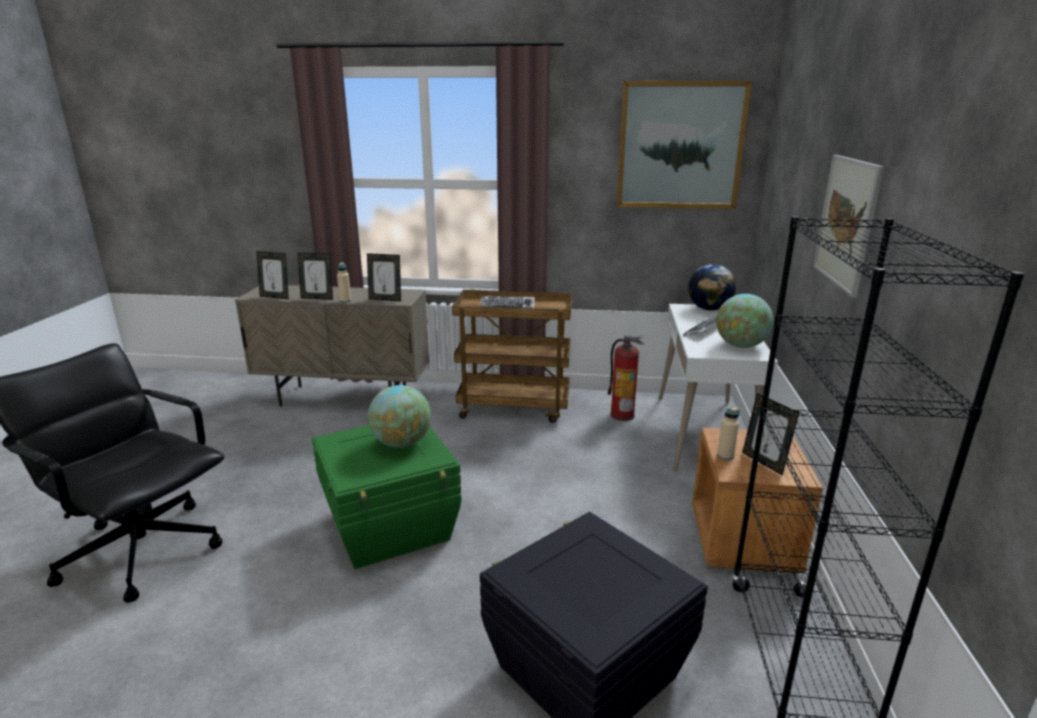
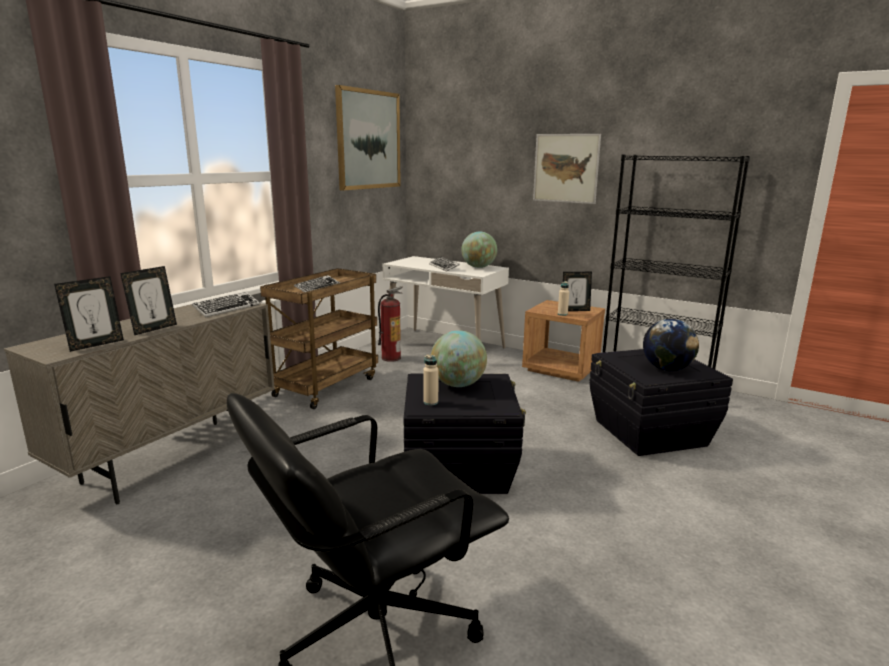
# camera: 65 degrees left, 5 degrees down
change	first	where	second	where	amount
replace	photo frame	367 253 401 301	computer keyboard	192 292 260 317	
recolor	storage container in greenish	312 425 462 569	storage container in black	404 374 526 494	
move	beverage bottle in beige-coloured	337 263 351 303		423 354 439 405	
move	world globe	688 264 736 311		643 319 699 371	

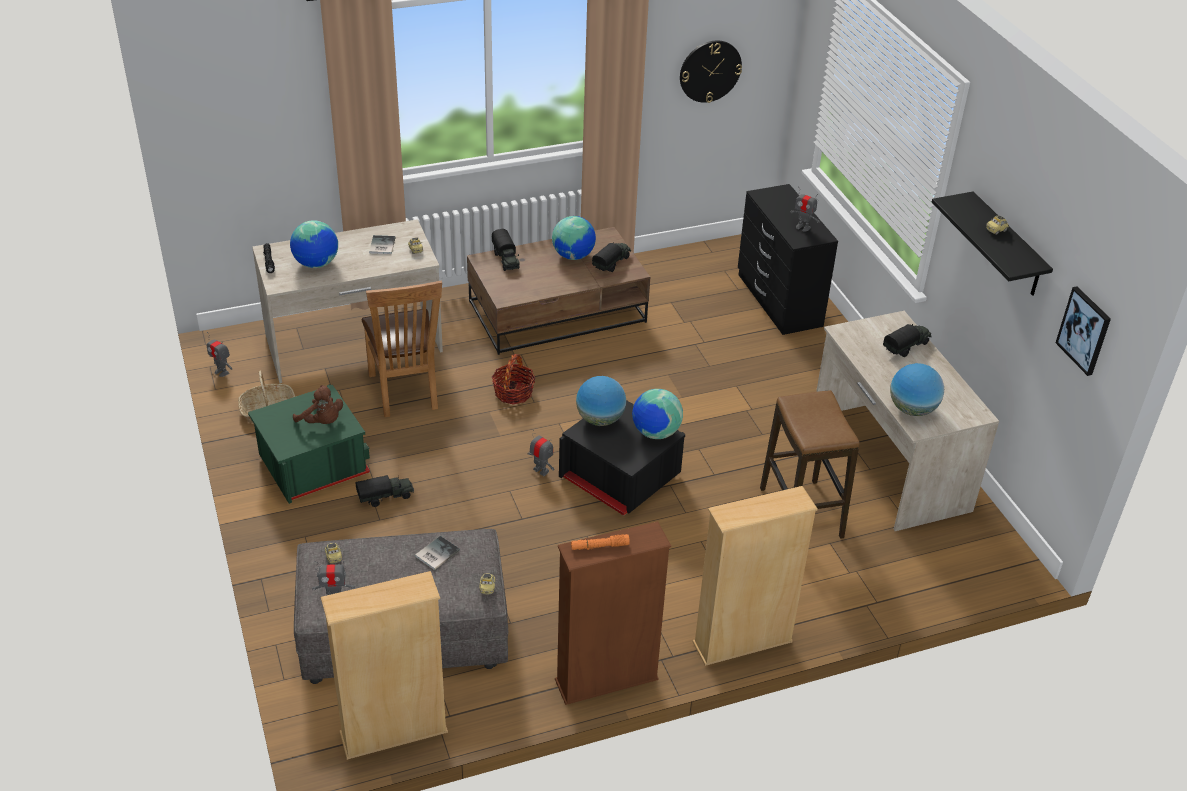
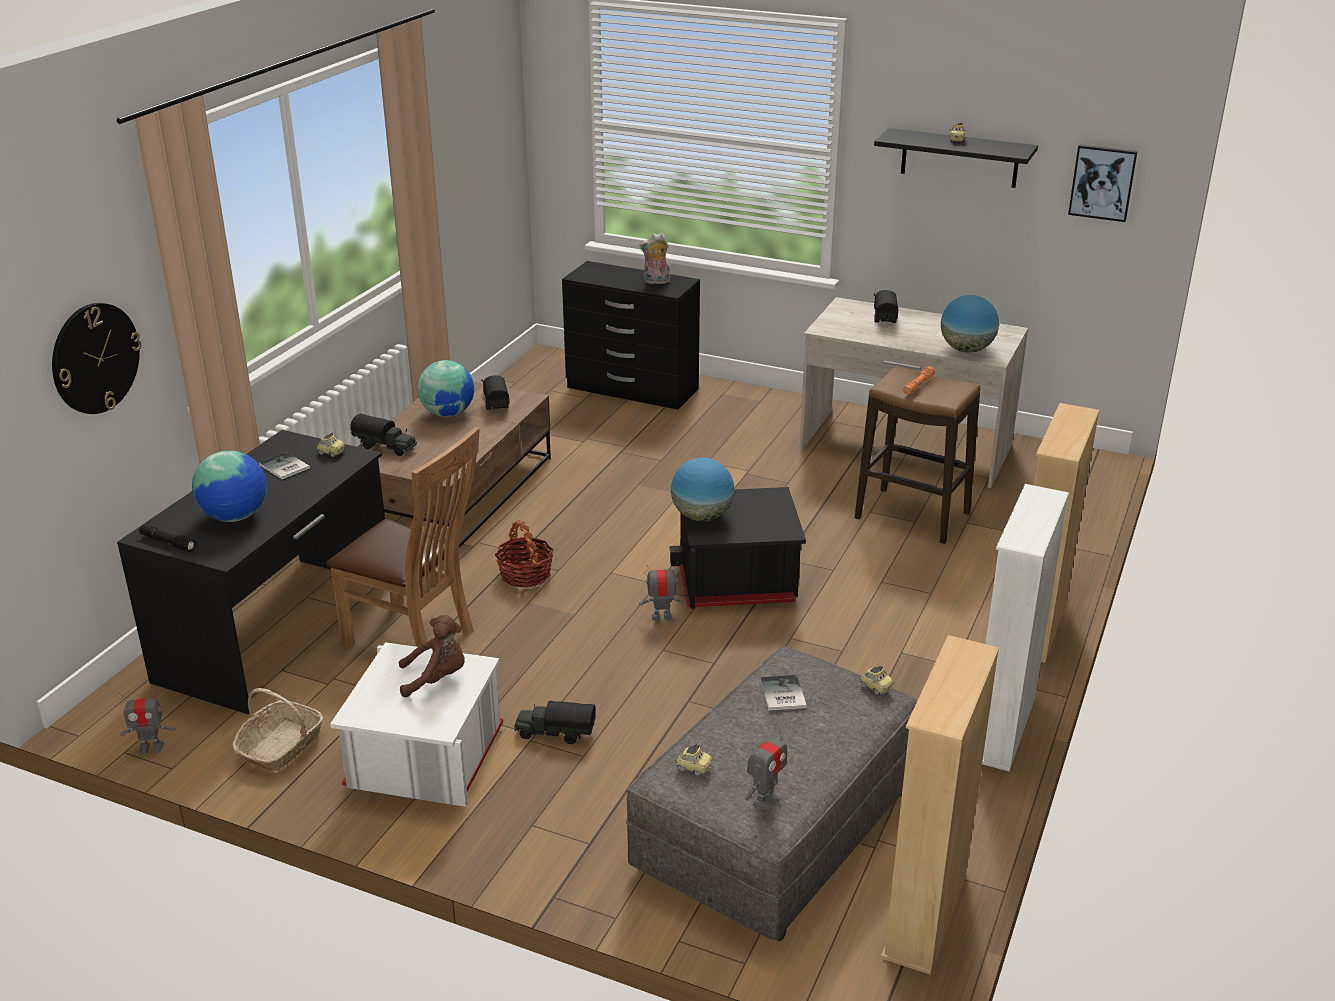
# camera: 45 degrees left, 10 degrees down
change	first	where	second	where	amount
move	wall clock	680 40 742 103		52 303 141 414	
recolor	desk unit in beige-coloured	252 219 443 383	desk unit in black	117 430 385 715	
recolor	storage container in greenish	248 384 370 504	storage container in white-coloured	330 642 503 807	
rotate	toy lorry	356 475 414 507		514 701 596 744	105 degrees counterclockwise
replace	robot figure	790 186 820 231	plush toy	639 233 670 284	
move	flashlight in orange	571 534 630 550		903 366 935 395	
recolor	shelving unit in brownish	555 521 671 705	shelving unit in white-coloured	982 484 1069 772	
delete	world globe	632 389 683 439			

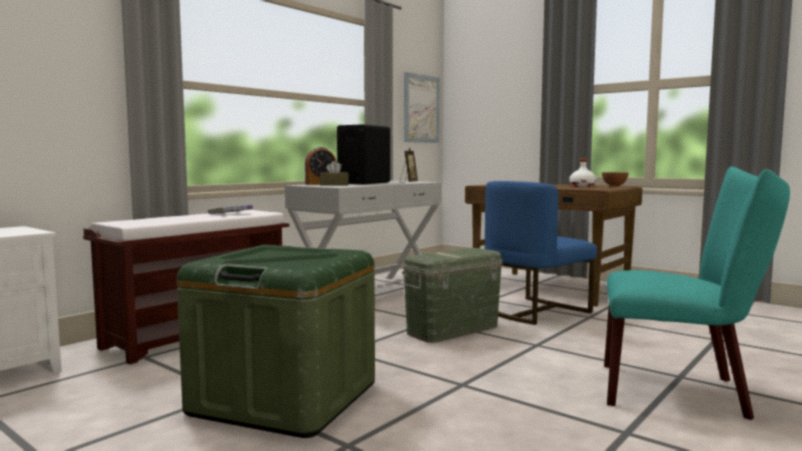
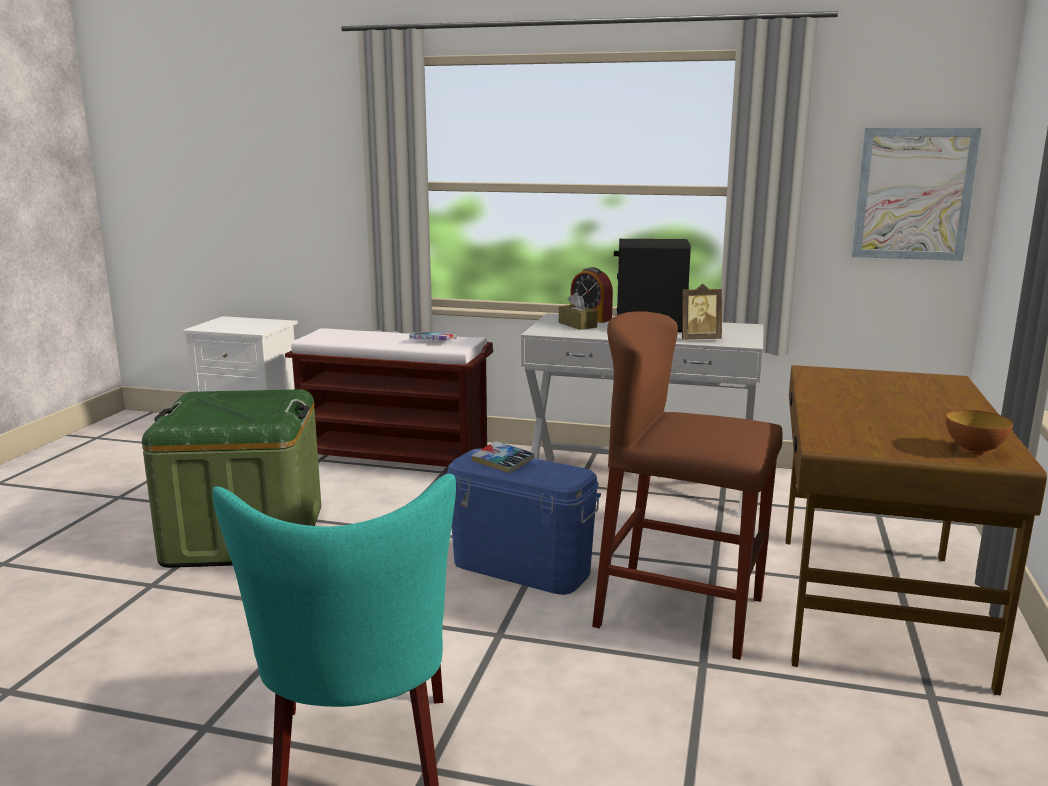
# camera: 65 degrees right, 10 degrees up
change	first	where	second	where	amount
recolor	storage container in greenish	402 248 502 342	storage container in bluish	446 449 601 595	
insert			book	471 441 535 473	
replace	upright chair in bluish	485 181 597 325	stool in brownish	592 311 782 660	
delete	beverage bottle in white-coloured	569 158 597 187			

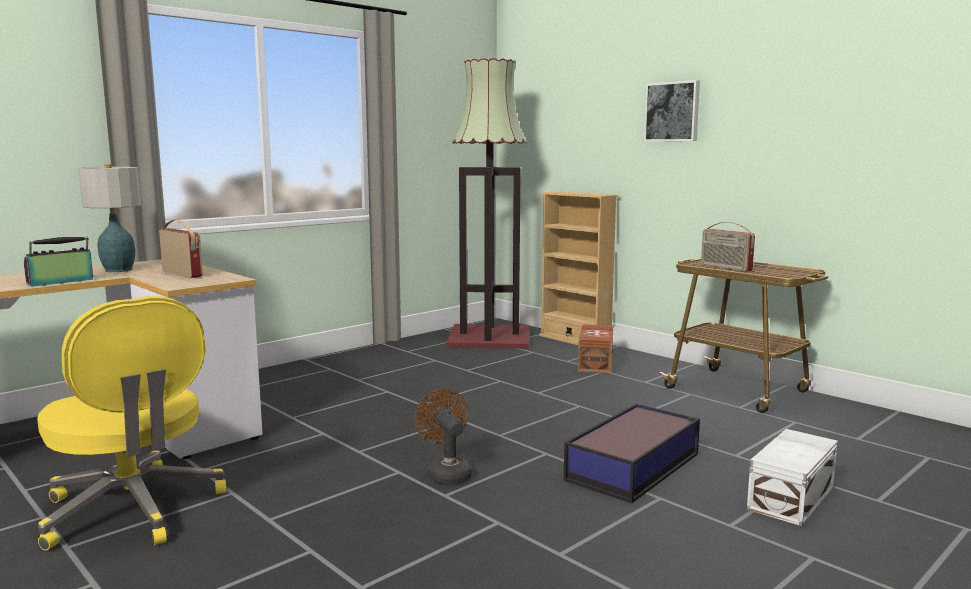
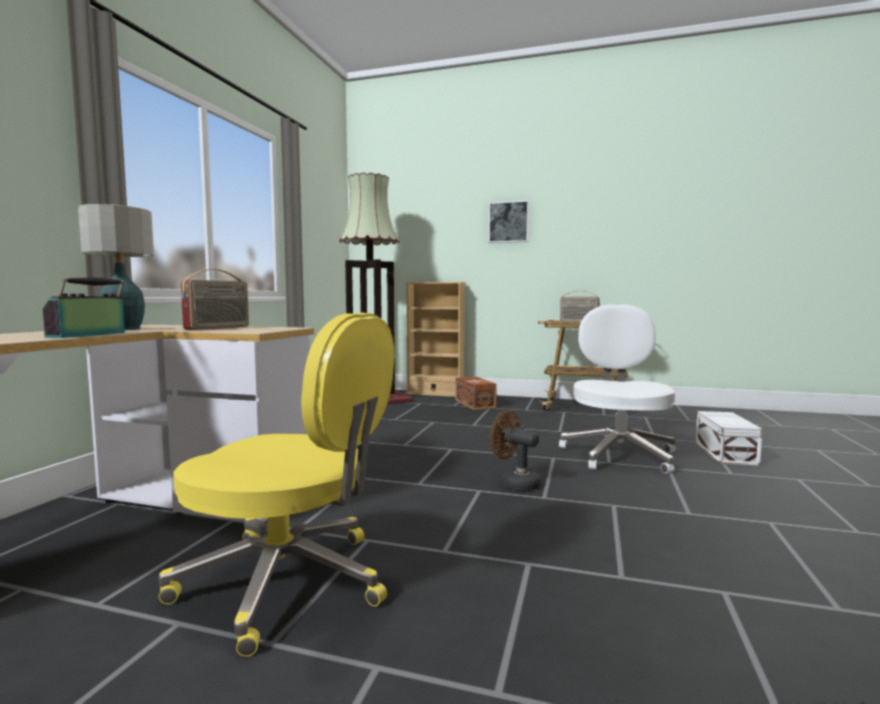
# camera: 30 degrees left, 5 degrees down
change	first	where	second	where	amount
rotate	radio receiver	159 220 203 278		181 269 249 330	105 degrees clockwise
replace	storage container	563 404 700 503	desk chair in white-coloured	559 305 676 473	

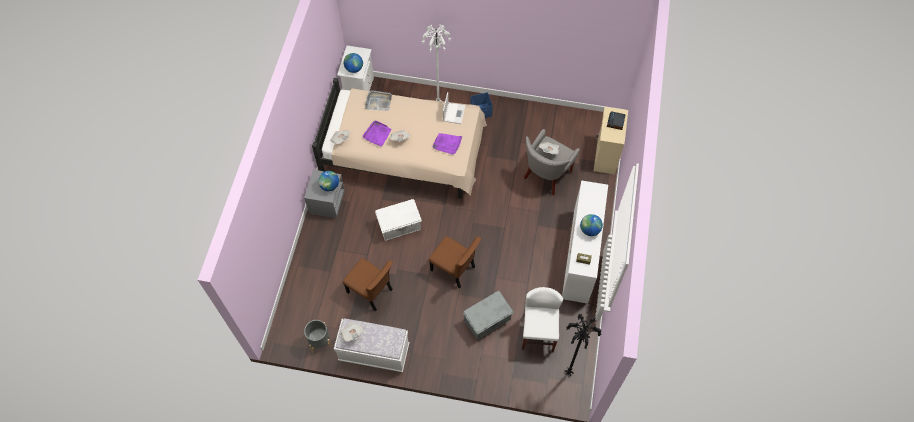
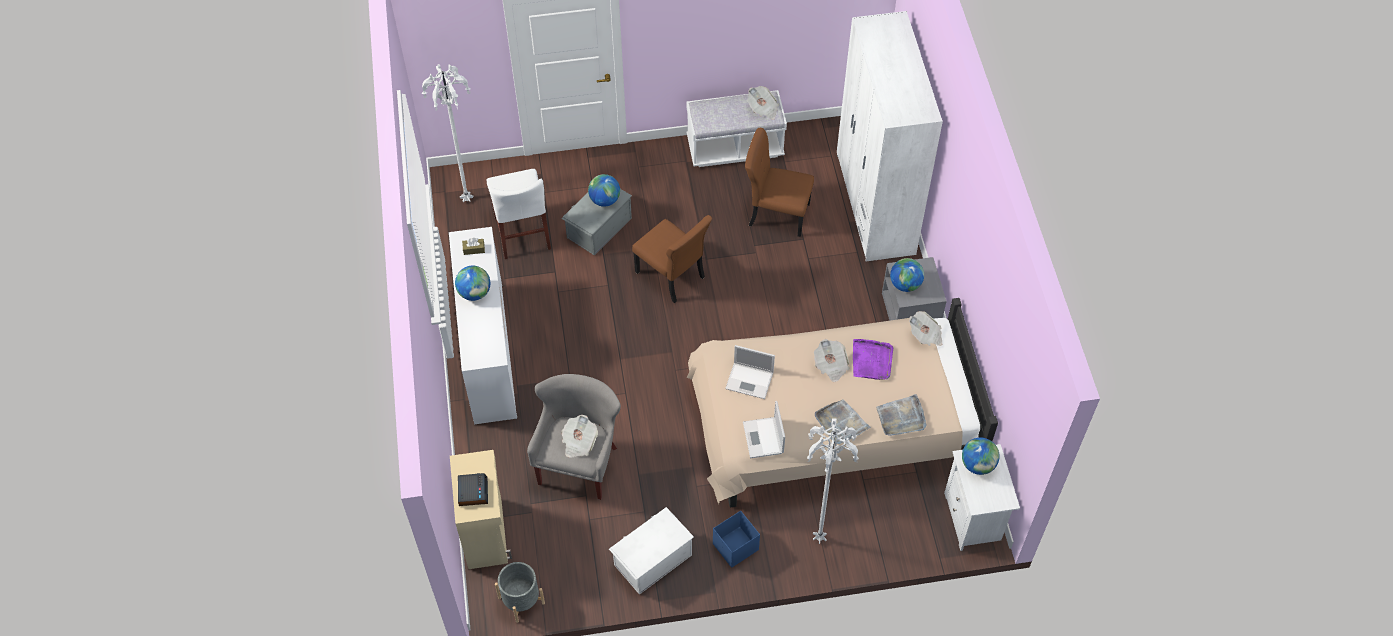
# camera: 160 degrees right, 5 degrees down
change	first	where	second	where	amount
recolor	standard lamp in black	564 314 602 376	standard lamp in white-coloured	421 64 473 202	
move	flower pot in gray	304 320 332 353		495 562 545 623	
insert			world globe	588 174 620 207	
move	storage container in white-coloured	375 199 422 241		609 507 694 595	
rotate	upright chair in brownish	429 236 481 288		632 215 712 303	150 degrees counterclockwise
replace	tray in purple-coloured	433 133 462 154	notebook computer	725 345 775 399	
insert			tray in gray	815 399 871 444	
insert			wardrobe in white-coloured	837 11 943 261	

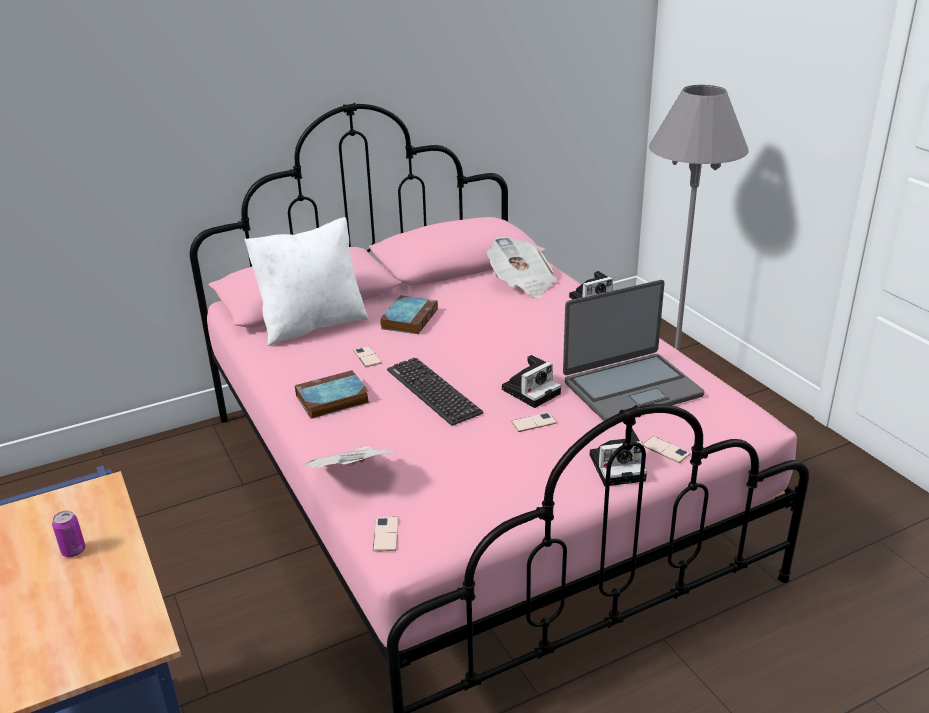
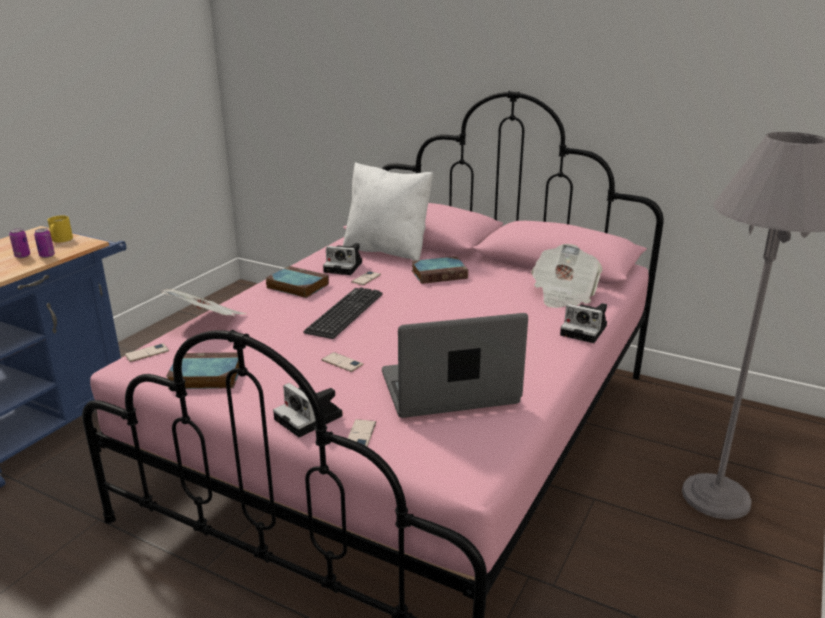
# camera: 55 degrees right, 5 degrees down
change	first	where	second	where	amount
insert			sealed can	34 228 55 258	
insert			coffee mug in yellow-coloured	48 216 73 242	
insert			book	166 352 239 389	
move	still camera	502 355 561 408		323 243 362 275	
rotate	notebook computer	563 280 705 421		382 313 528 418	135 degrees clockwise

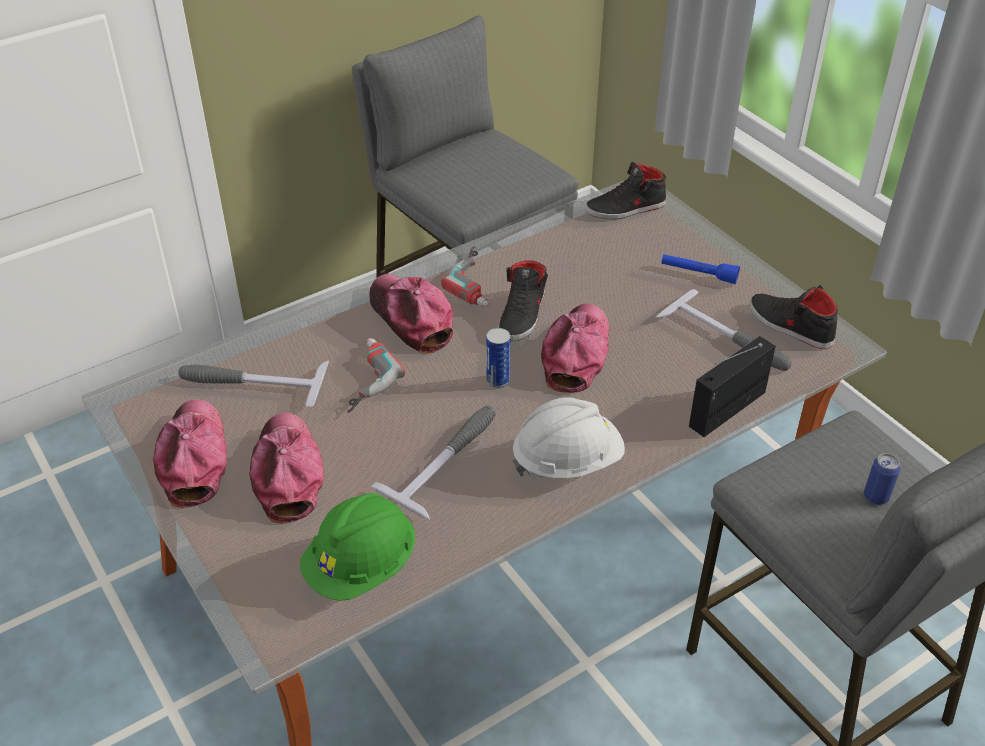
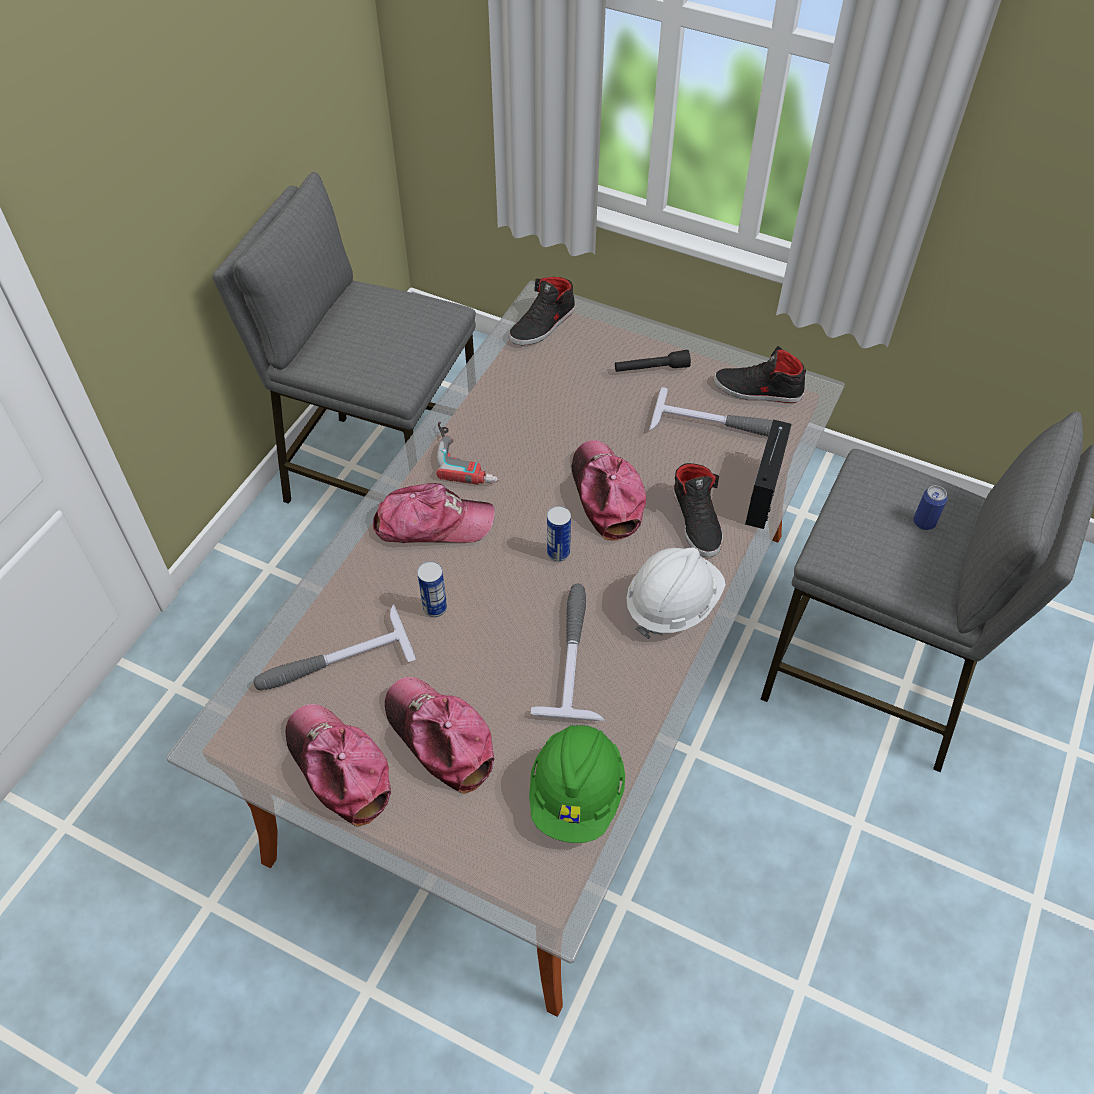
# camera: 30 degrees left, 10 degrees up
change	first	where	second	where	amount
rotate	peaked cap	370 274 453 354		373 483 495 543	150 degrees clockwise
replace	electric drill	347 338 405 413	sealed can	417 562 447 617	
recolor	flashlight in bluish	661 254 740 284	flashlight in black	615 350 691 372	
move	item of footwear in black	498 261 548 341		673 463 723 557	

